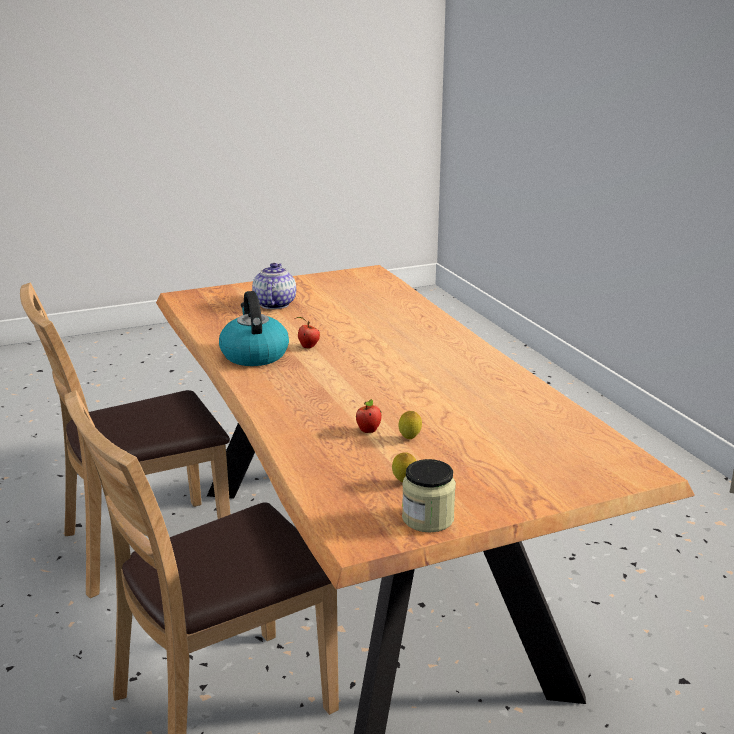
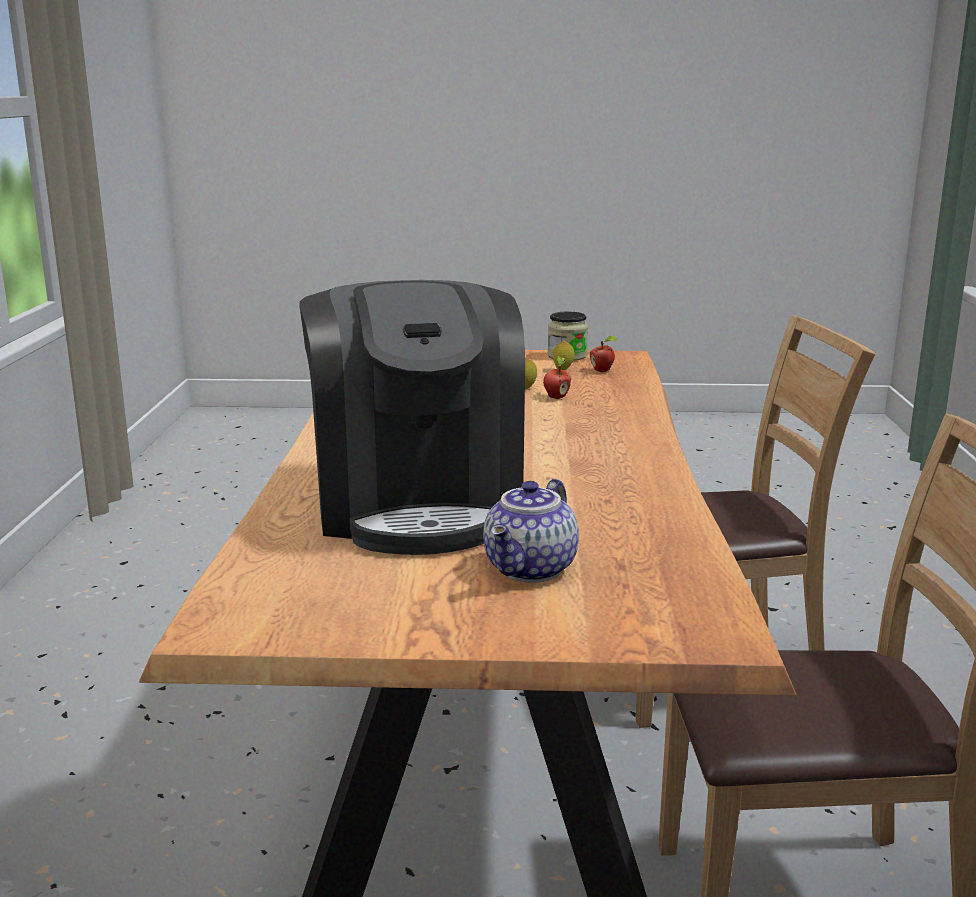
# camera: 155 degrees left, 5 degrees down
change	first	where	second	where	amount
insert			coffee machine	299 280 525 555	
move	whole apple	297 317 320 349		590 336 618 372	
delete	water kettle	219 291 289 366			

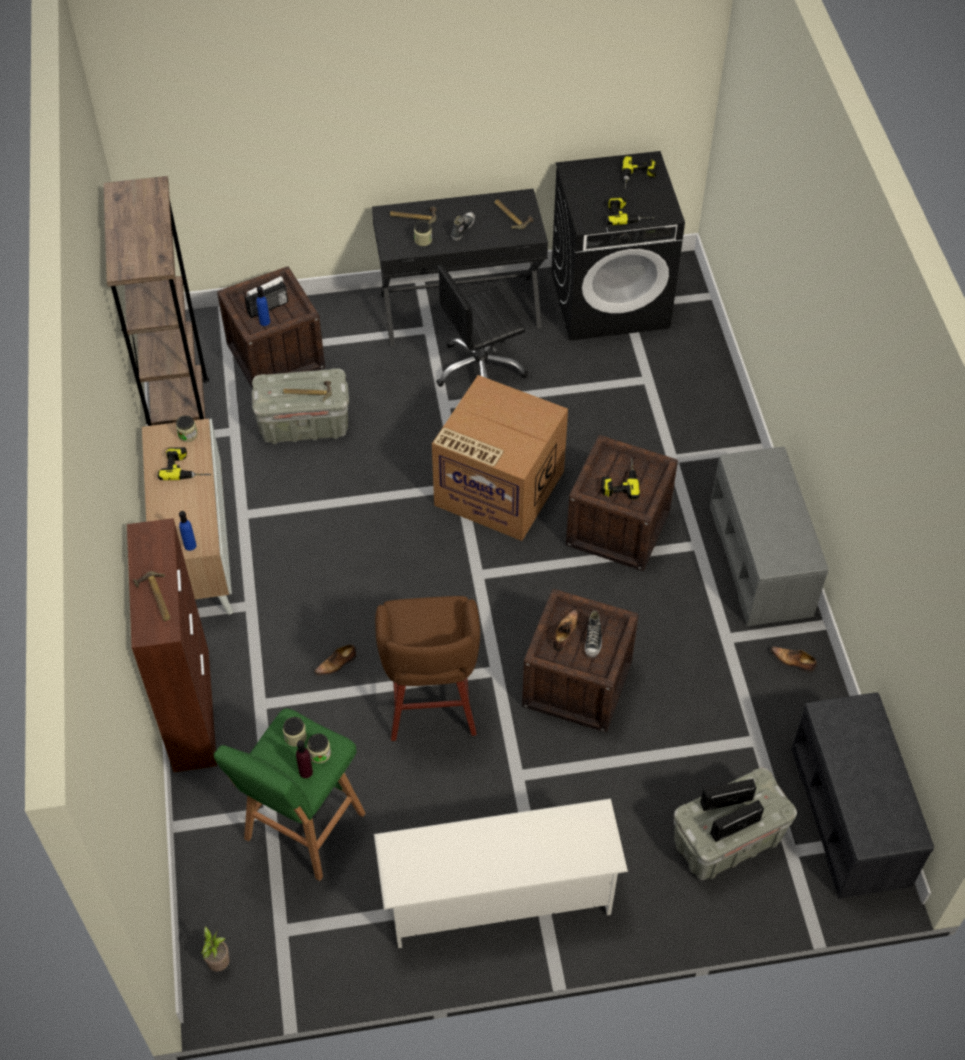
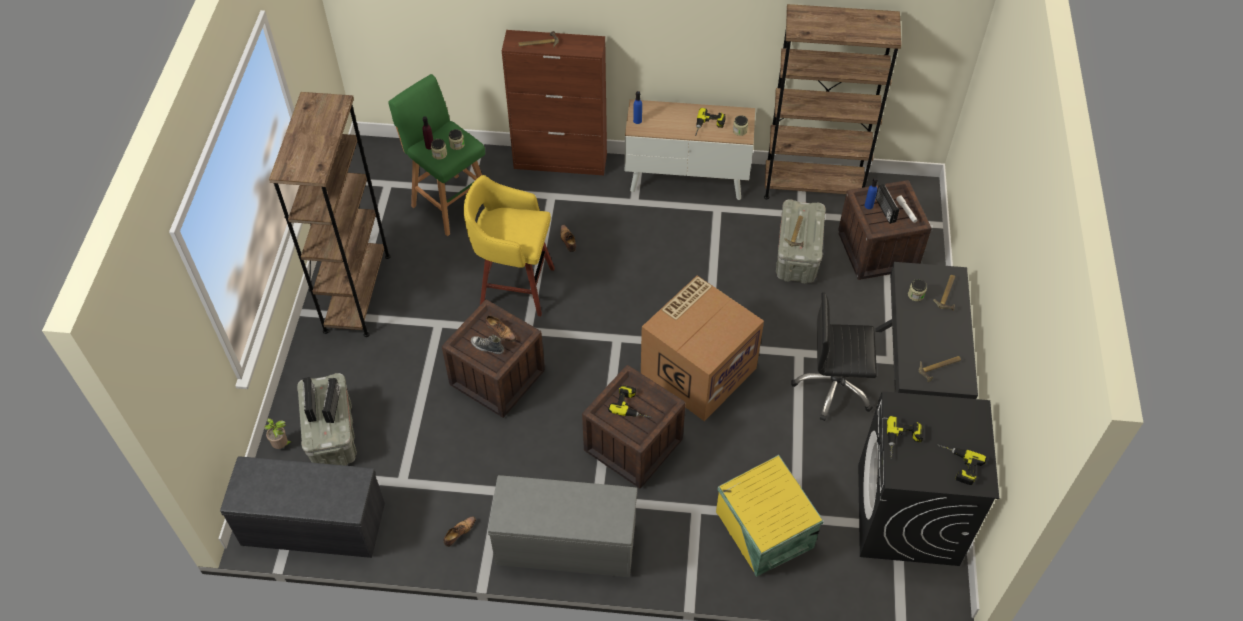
# camera: 105 degrees right, 0 degrees up
change	first	where	second	where	amount
move	potted plant	201 926 230 971		264 418 293 449	
replace	shoe rack in white-coloured	374 798 628 948	shelving unit in brownish	269 92 391 337	
recolor	stool in brownish	375 596 480 741	stool in yellow-coloured	464 175 555 316	
insert			storage container in yellow-coloured	716 455 824 577	
rotate	desk chair in black	436 265 528 387		791 292 877 421	75 degrees counterclockwise
delete	item of footwear	451 212 475 241			

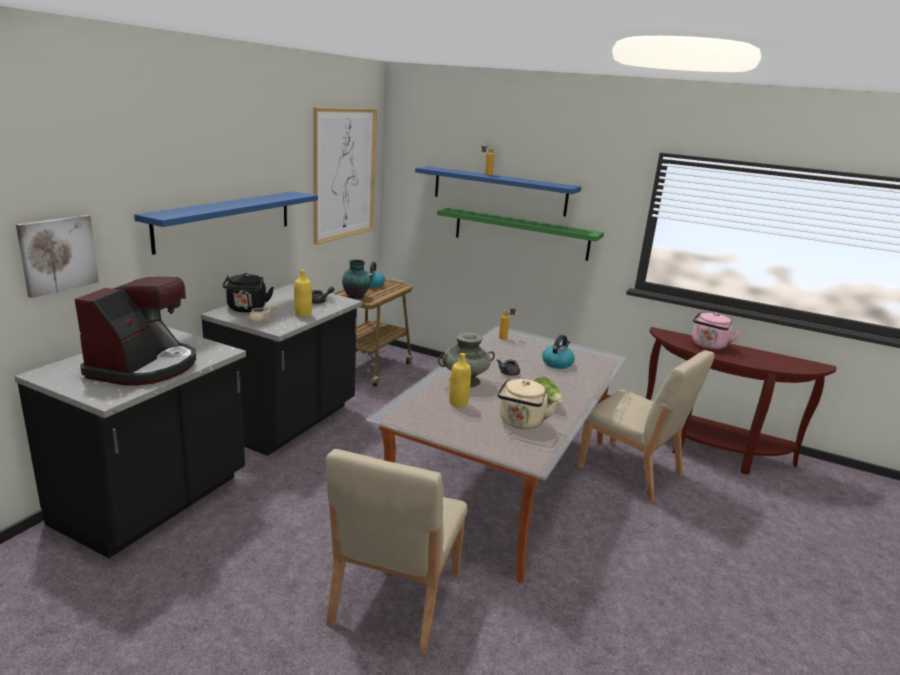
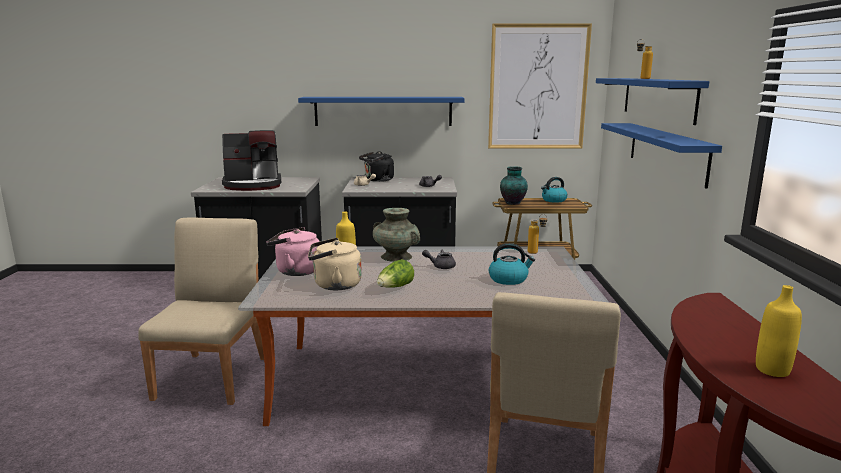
# camera: 65 degrees right, 5 degrees down
change	first	where	second	where	amount
rotate	upright chair in beige-coloured	325 449 467 655		138 218 264 405	105 degrees clockwise
move	water kettle in pinkish	692 311 741 350		266 227 320 276	
recolor	wall shelf in greenish	437 208 604 261	wall shelf in bluish	601 123 722 189	
move	beverage bottle in yellow-coloured	294 270 312 317		756 285 802 377	
delete	picture	16 215 99 298			

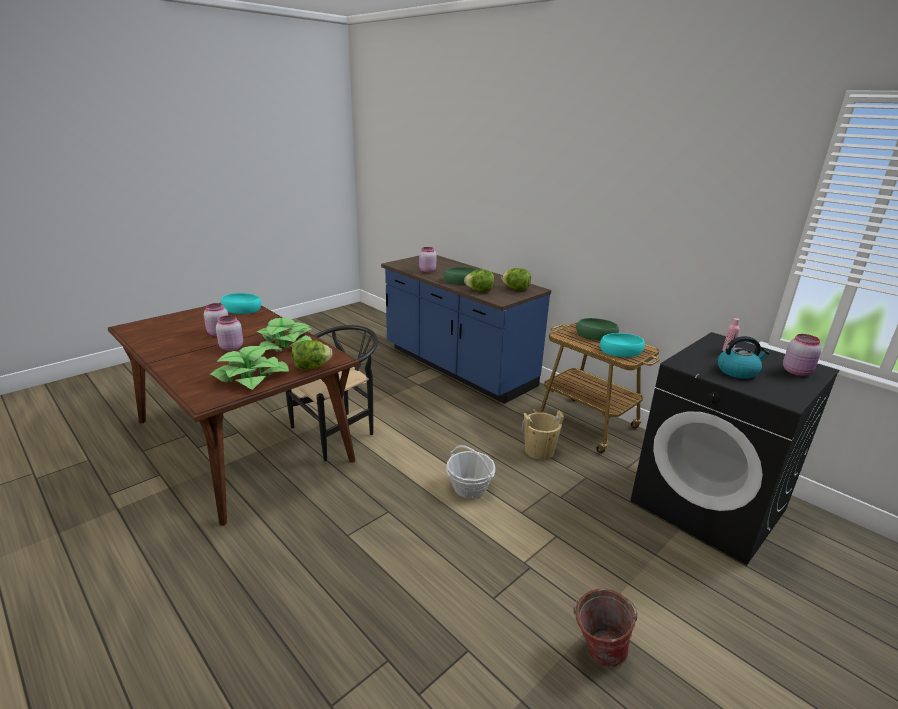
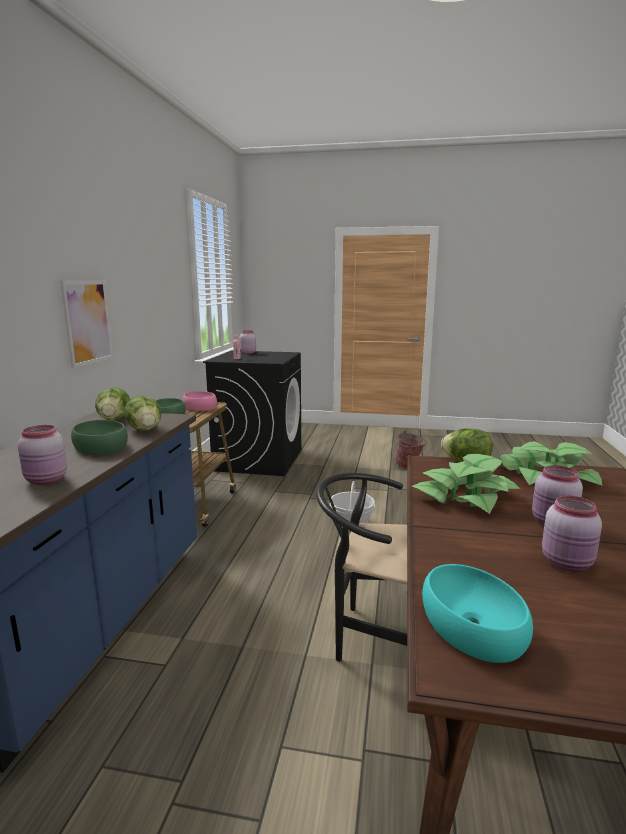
# camera: 125 degrees left, 10 degrees down
change	first	where	second	where	amount
insert			picture	60 281 113 368	
recolor	serving bowl in blue-green	600 333 645 357	serving bowl in pinkish	183 391 217 411	
delete	bucket in beige-coloured	522 411 564 460			
delete	water kettle	717 336 770 379			

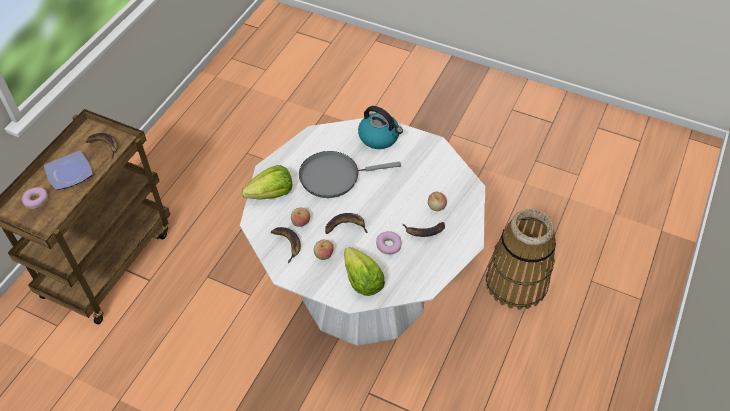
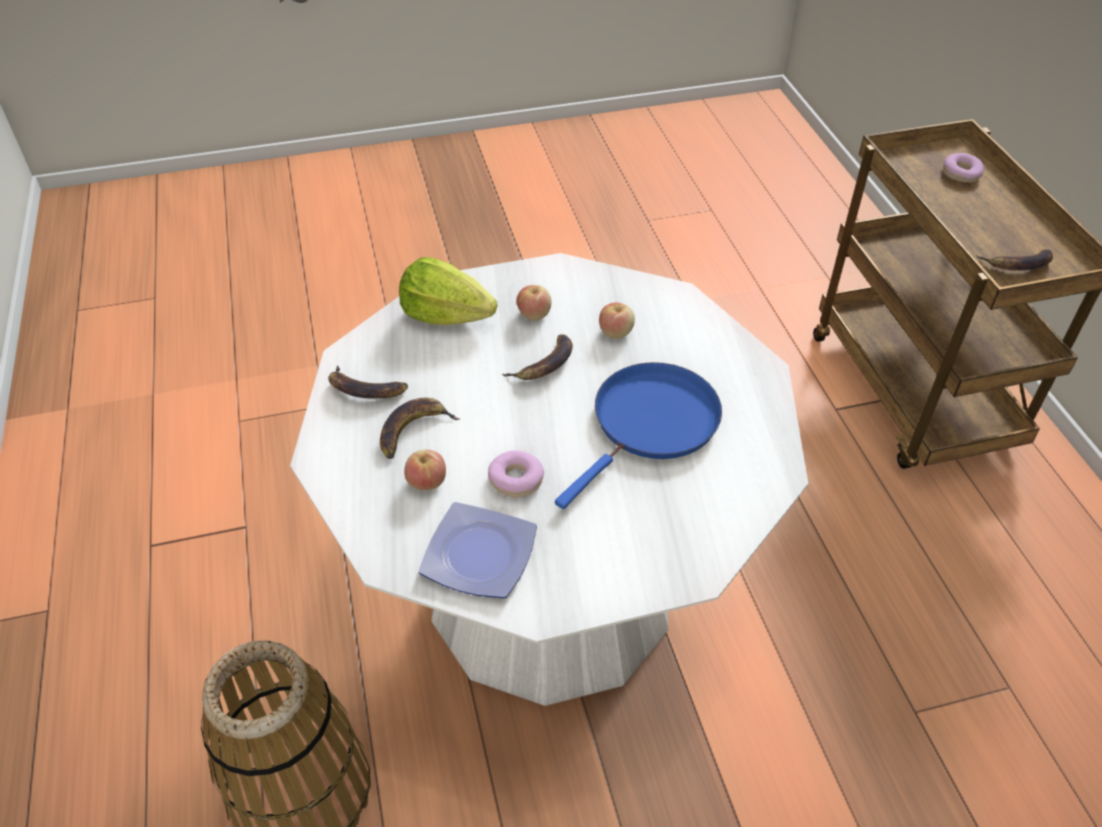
# camera: 140 degrees right, 5 degrees down
change	first	where	second	where	amount
move	banana fruit	271 227 301 263		328 365 408 399	
move	flat dish	44 151 93 190		419 502 537 598	
move	doughnut	376 231 402 254		488 450 544 497	
recolor	pan in gray	299 151 401 198	pan in bluish	555 362 722 509	
delete	lettuce	242 165 292 200			
delete	water kettle	358 106 403 149			

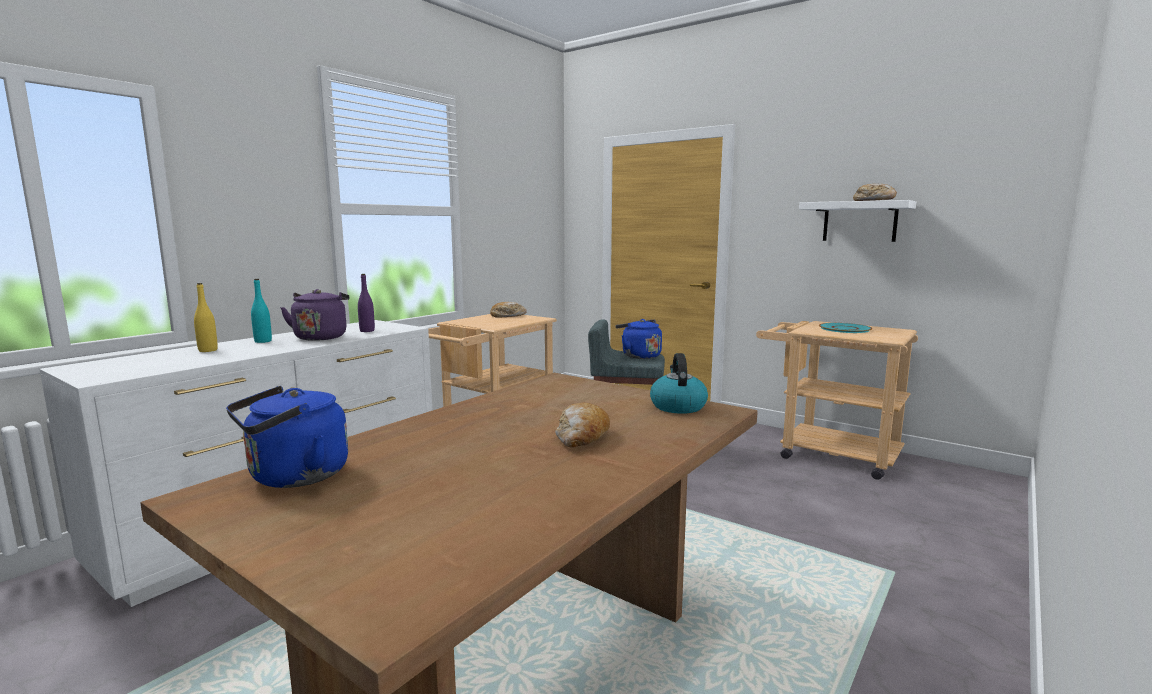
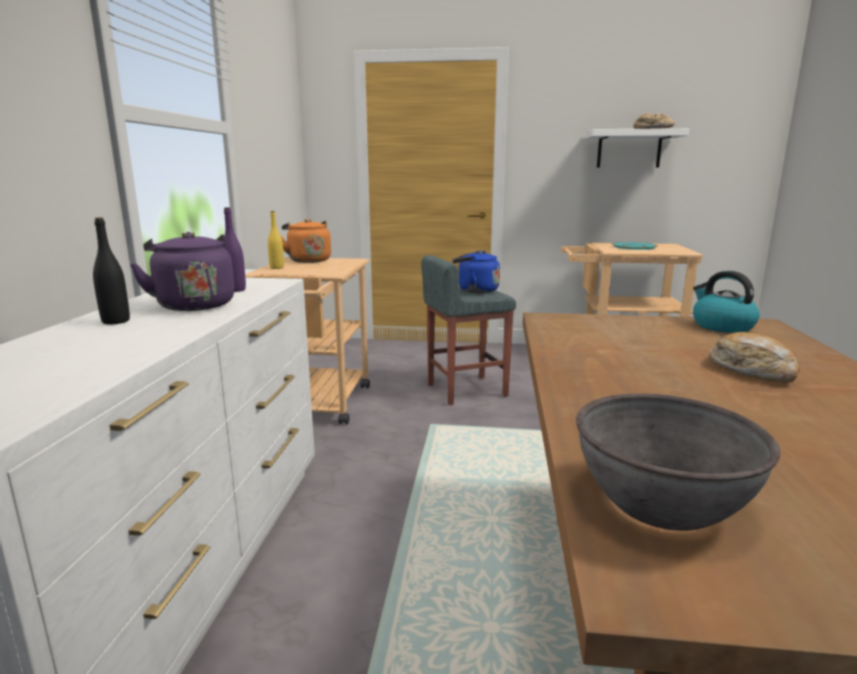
# camera: 30 degrees left, 5 degrees up
change	first	where	second	where	amount
recolor	beverage bottle in blue-green	251 279 272 343	beverage bottle in black	93 218 130 325	
move	beverage bottle in yellow-coloured	194 283 218 352		268 211 284 269	
replace	baked bread	490 302 527 318	water kettle in orange	281 219 331 263	
replace	water kettle in bluish	226 386 348 488	serving bowl in gray	576 393 780 531	

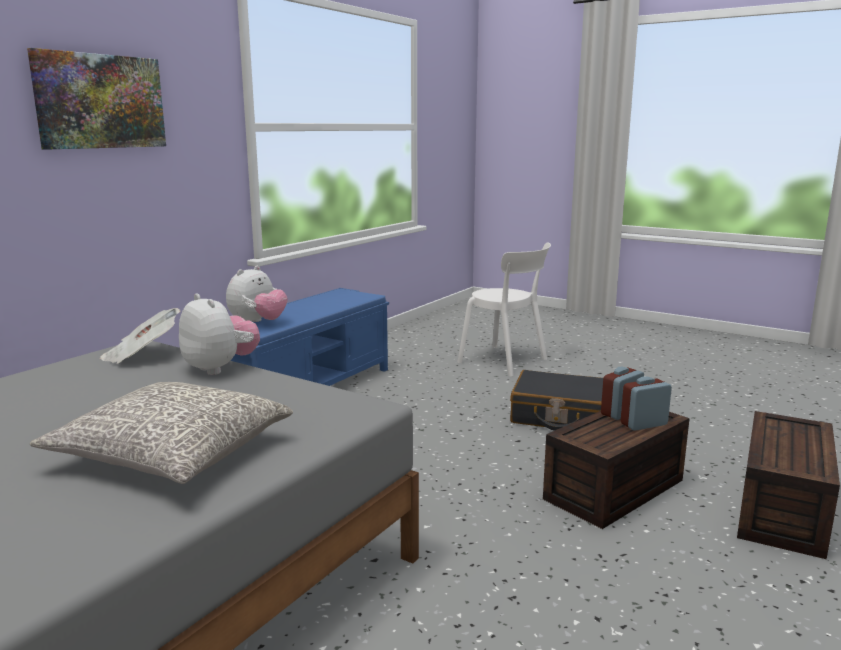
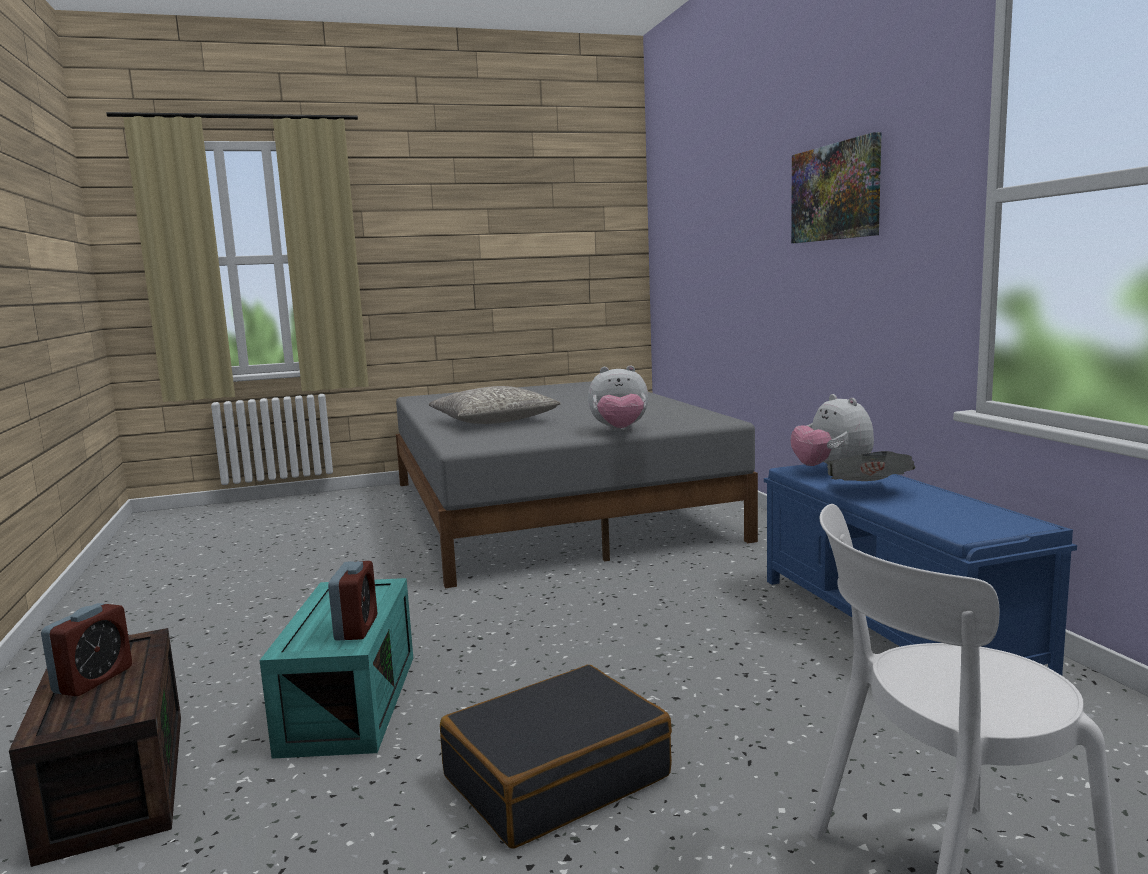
# camera: 130 degrees right, 5 degrees down
change	first	where	second	where	amount
move	bedside clock	621 376 672 431		41 603 132 696	
recolor	storage container in brownish	543 411 690 529	storage container in blue-green	259 578 413 759	
move	daily paper	100 308 181 364		827 451 916 481	

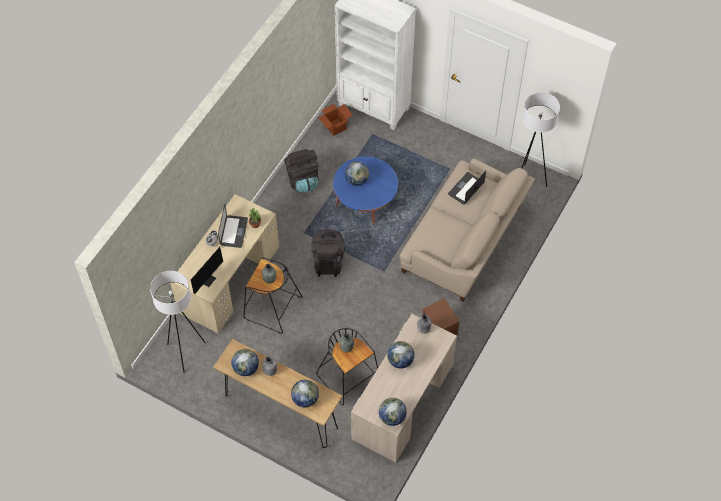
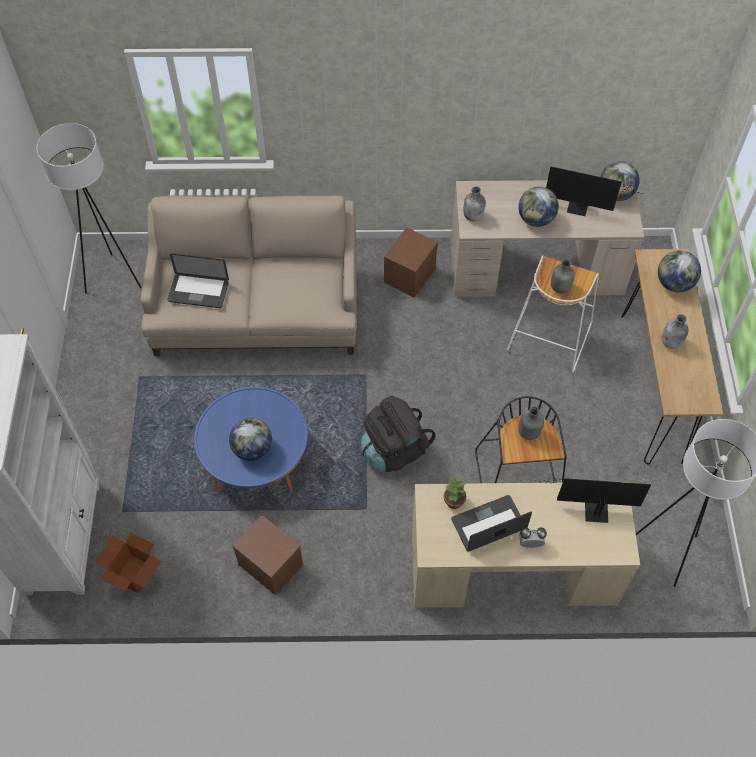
# camera: 120 degrees left, 0 degrees up
change	first	where	second	where	amount
replace	knapsack in black	284 149 319 193	storage container in brownish	233 515 304 596	
recolor	stool in black	316 328 378 406	stool in white-coloured	507 255 599 373	
insert			computer screen	546 166 641 216	
delete	world globe	231 349 259 376			

